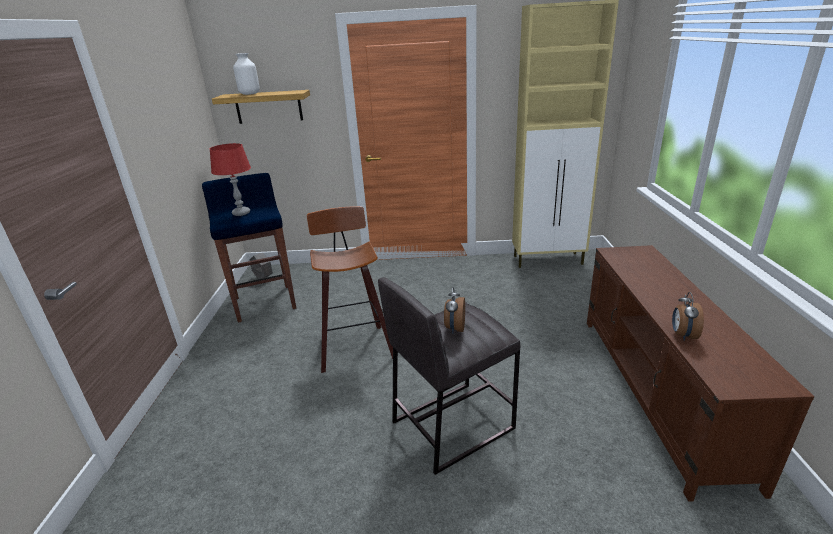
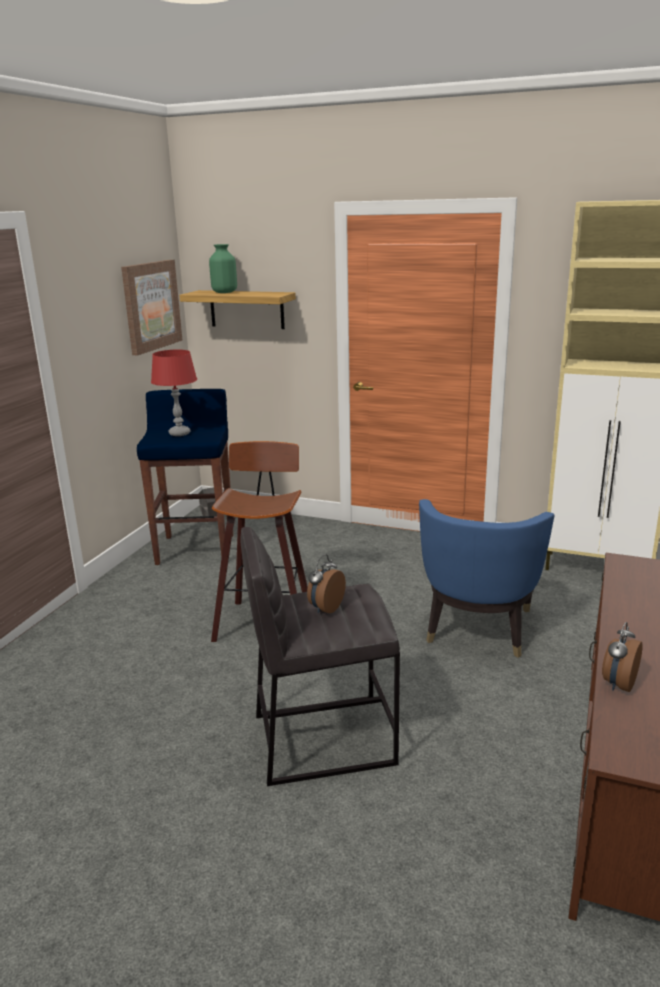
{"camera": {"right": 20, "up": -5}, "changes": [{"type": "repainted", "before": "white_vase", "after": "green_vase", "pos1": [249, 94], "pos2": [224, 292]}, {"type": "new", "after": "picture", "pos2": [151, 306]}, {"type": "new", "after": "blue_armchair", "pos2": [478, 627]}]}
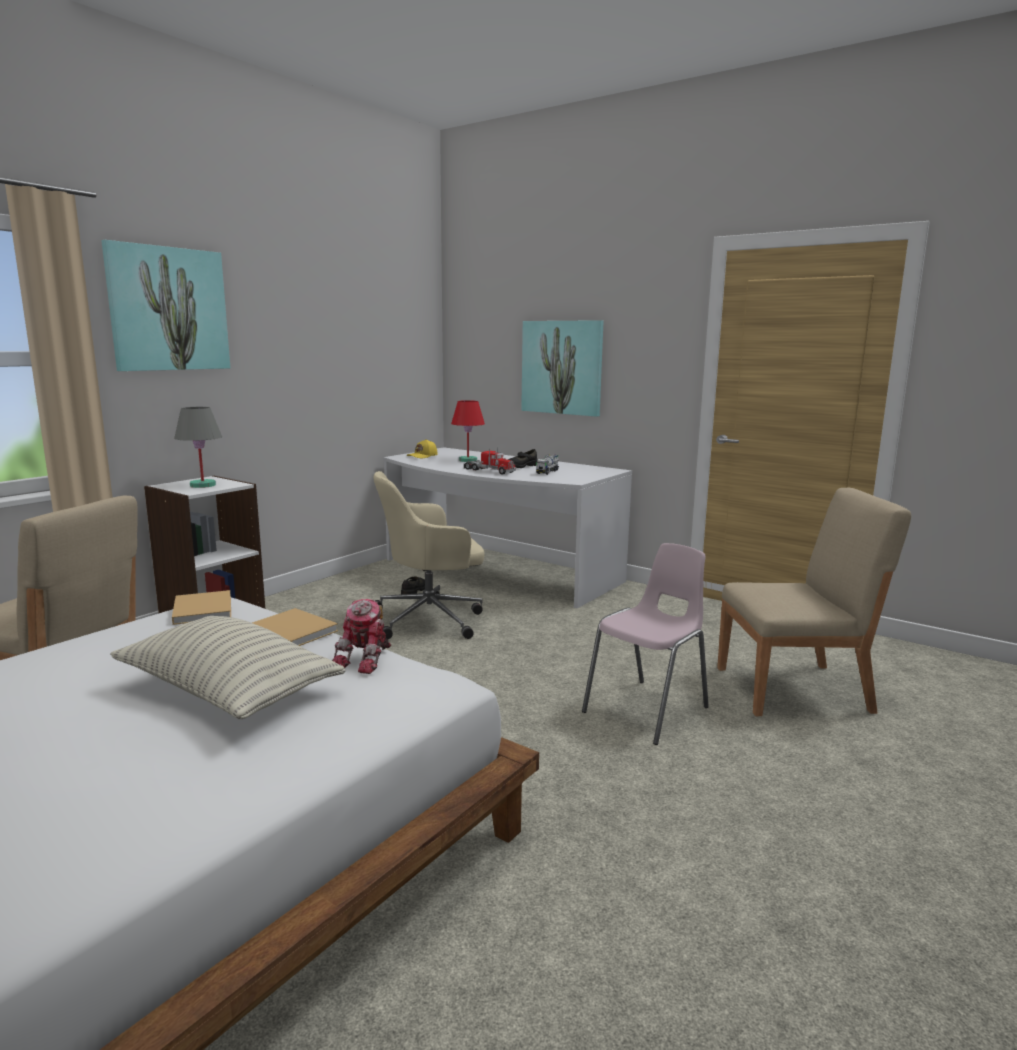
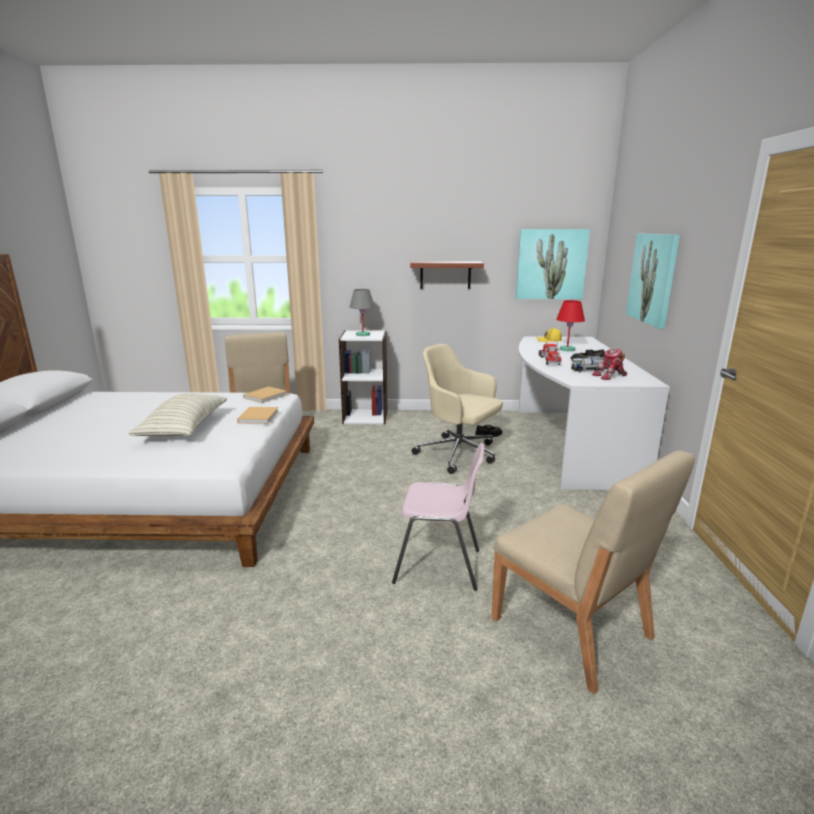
{"camera": {"right": 55, "up": 5}, "changes": [{"type": "shifted", "before": "picture", "pos1": [169, 309], "pos2": [551, 264]}, {"type": "shifted", "before": "toy_robot", "pos1": [366, 659], "pos2": [610, 376]}, {"type": "new", "after": "shelf", "pos2": [445, 275]}]}
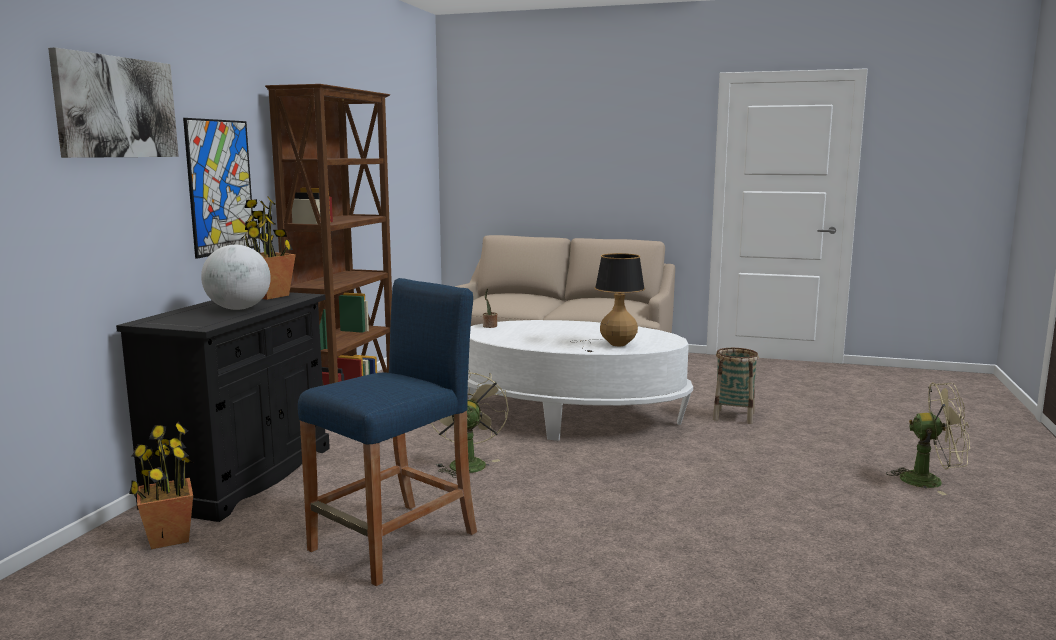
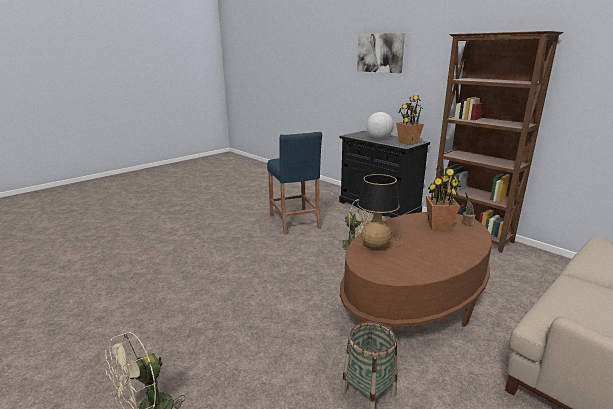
{"camera": {"right": 120, "up": 10}, "changes": [{"type": "shifted", "before": "potted_plant", "pos1": [168, 538], "pos2": [439, 226]}, {"type": "gone", "before": "picture", "pos1": [220, 187]}, {"type": "repainted", "before": "white_coffee_table", "after": "brown_coffee_table", "pos1": [570, 417], "pos2": [414, 300]}]}
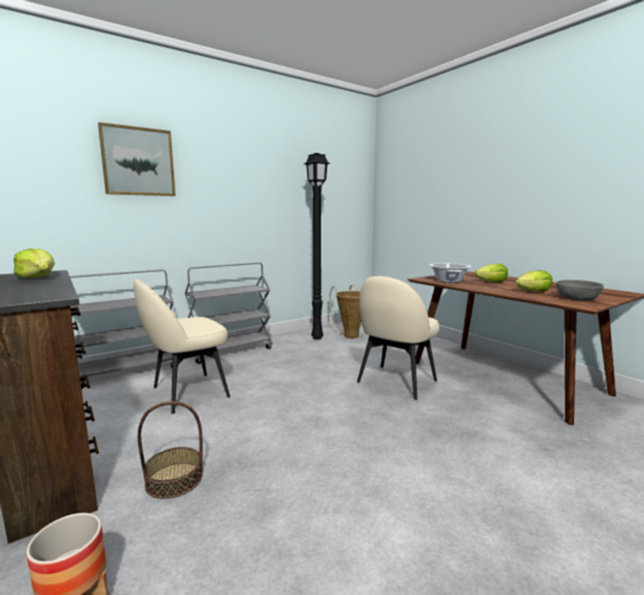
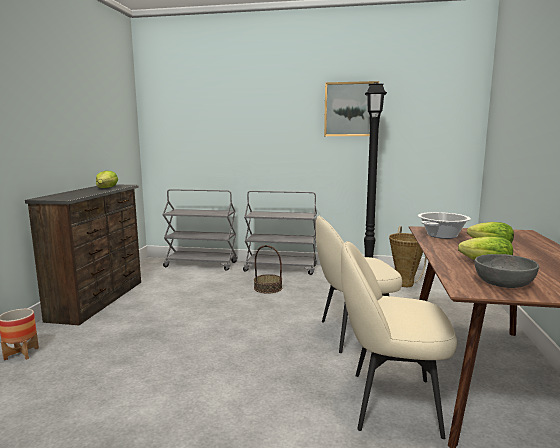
{"camera": {"right": 45, "up": 0}, "changes": [{"type": "shifted", "before": "picture", "pos1": [138, 162], "pos2": [351, 109]}, {"type": "shifted", "before": "beige_chair", "pos1": [188, 392], "pos2": [391, 402]}, {"type": "shifted", "before": "basket", "pos1": [174, 480], "pos2": [268, 288]}]}
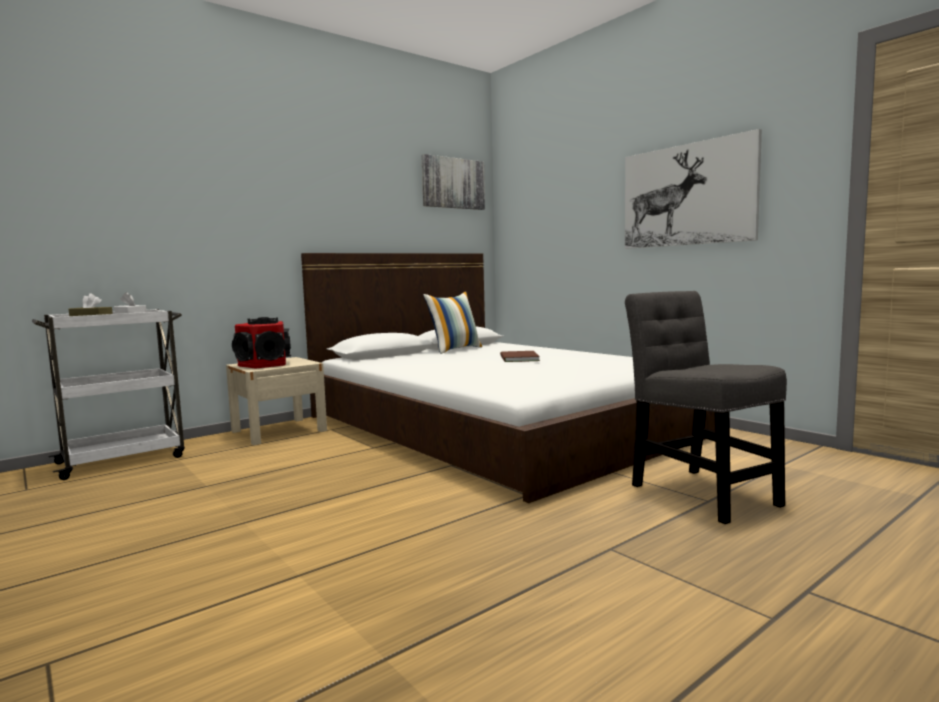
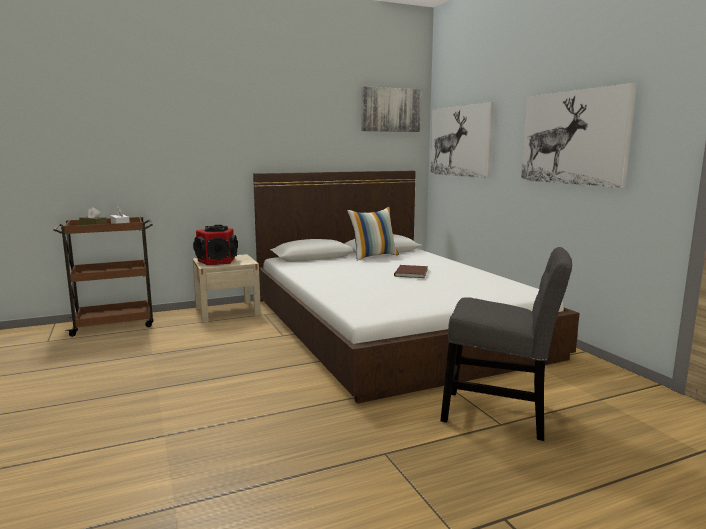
{"camera": {"right": 15, "up": 5}, "changes": [{"type": "repainted", "before": "white_cart", "after": "brown_cart", "pos1": [124, 459], "pos2": [115, 324]}, {"type": "rotated", "before": "grey_chair", "pos1": [699, 492], "pos2": [500, 415], "turn": 120}, {"type": "new", "after": "picture", "pos2": [460, 141]}]}
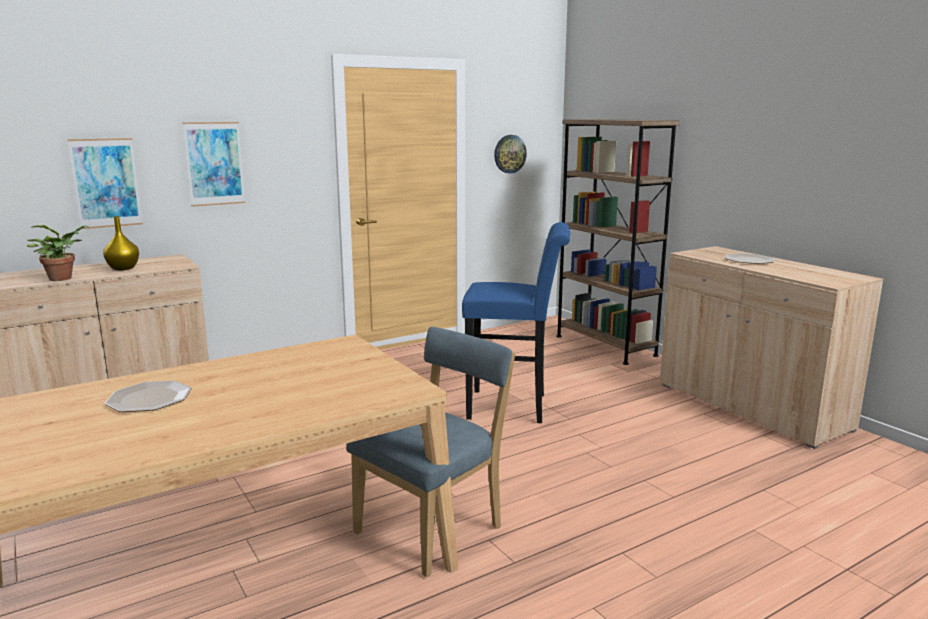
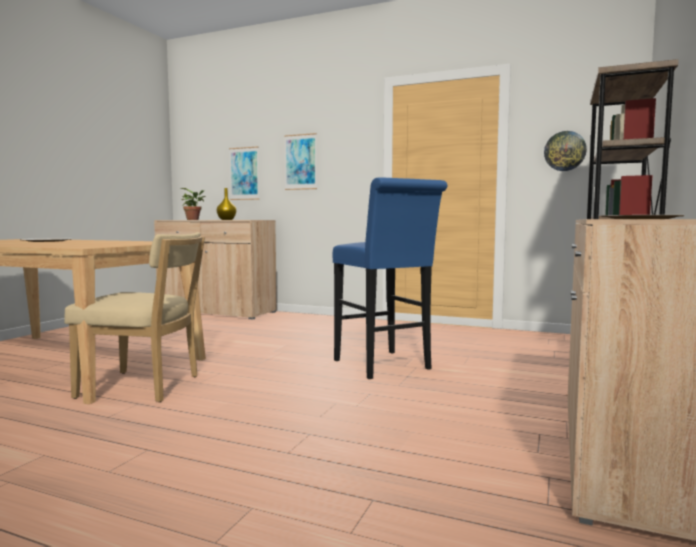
{"camera": {"right": 55, "up": -10}, "changes": [{"type": "repainted", "before": "blue_chair", "after": "beige_chair", "pos1": [434, 528], "pos2": [145, 387]}]}
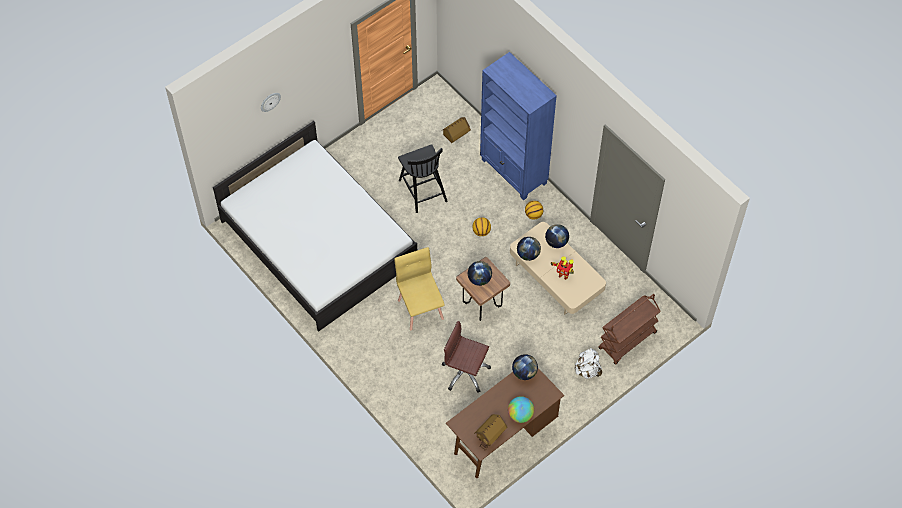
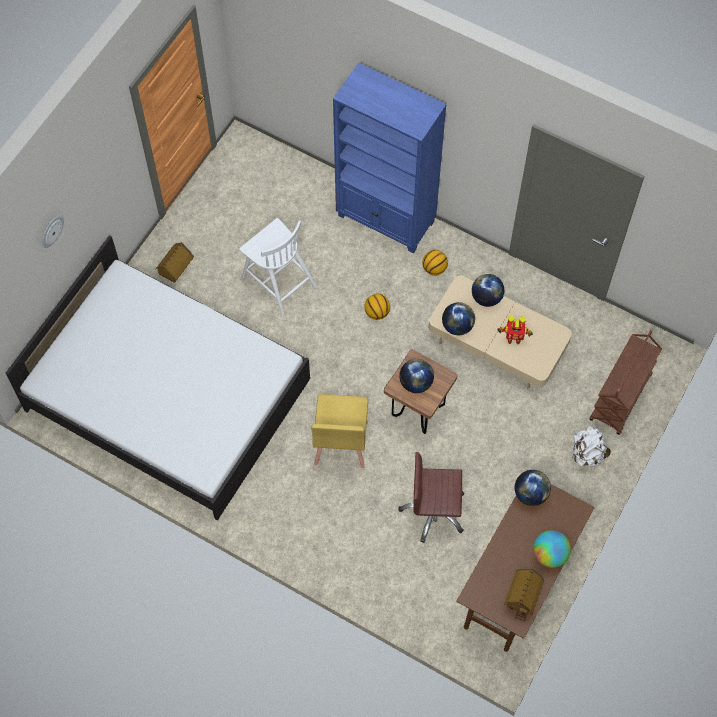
{"camera": {"right": -20, "up": 5}, "changes": [{"type": "rotated", "before": "yellow_chair", "pos1": [420, 309], "pos2": [340, 443], "turn": -135}, {"type": "repainted", "before": "black_chair", "after": "white_chair", "pos1": [422, 190], "pos2": [278, 280]}, {"type": "shifted", "before": "toy_house", "pos1": [456, 135], "pos2": [176, 269]}]}
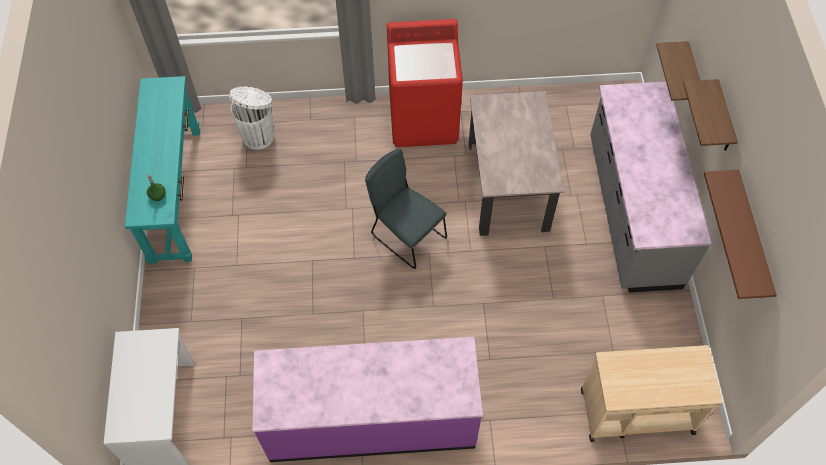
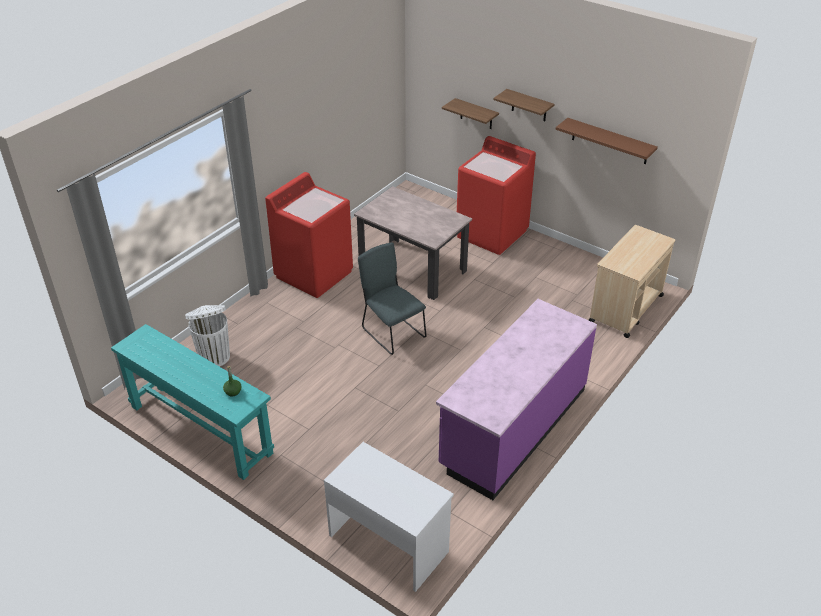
{"camera": {"right": -50, "up": -20}, "changes": [{"type": "rotated", "before": "grey_chair", "pos1": [406, 234], "pos2": [391, 331], "turn": 60}, {"type": "swapped", "before": "grey_counter", "after": "red_washing_machine", "pos1": [631, 211], "pos2": [492, 234]}]}
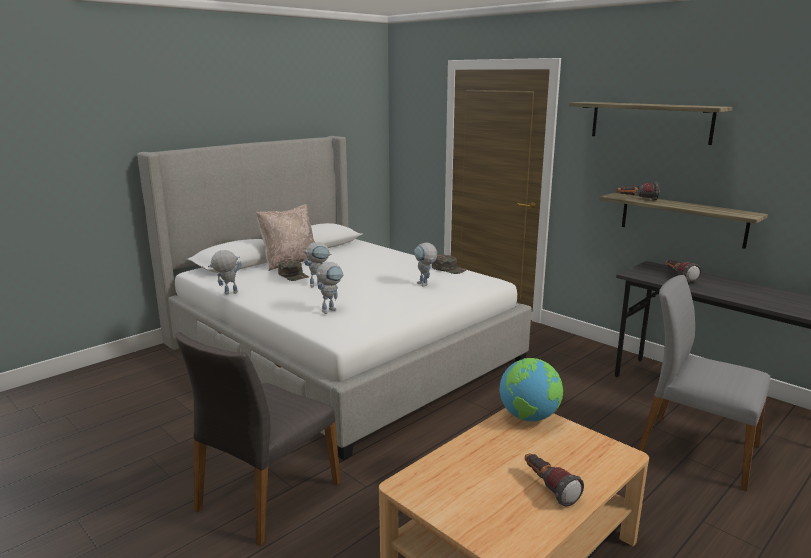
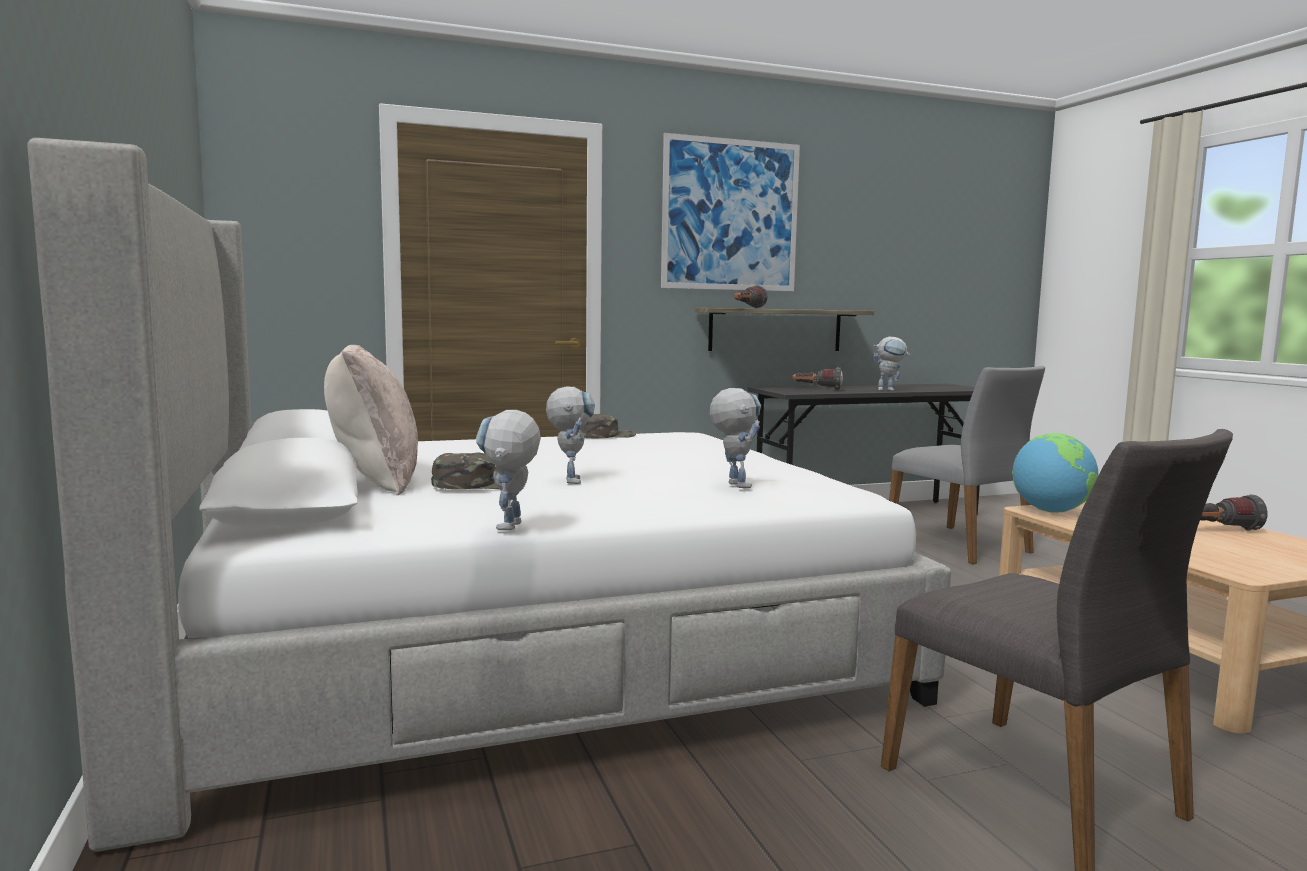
{"camera": {"right": -65, "up": -10}, "changes": [{"type": "shifted", "before": "toy_robot", "pos1": [425, 285], "pos2": [889, 390]}, {"type": "swapped", "before": "shelf", "after": "picture", "pos1": [650, 122], "pos2": [730, 215]}, {"type": "rotated", "before": "grey_chair", "pos1": [696, 449], "pos2": [960, 545], "turn": -90}]}
